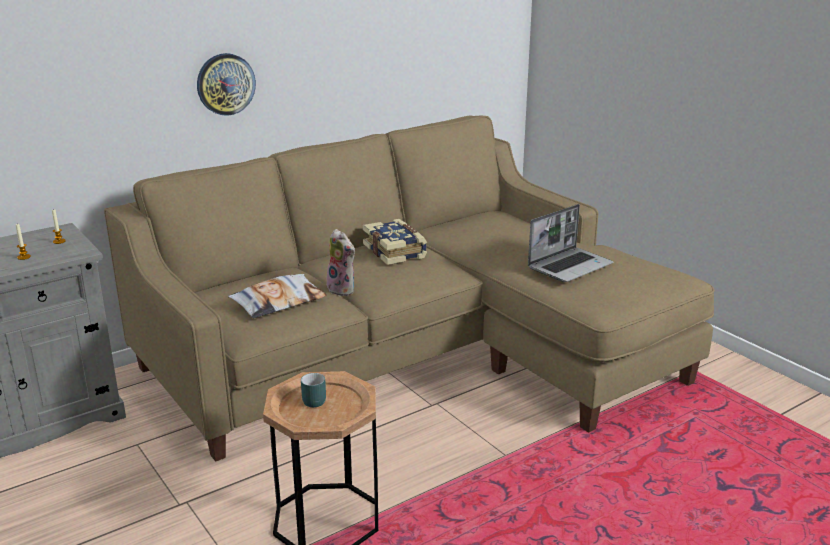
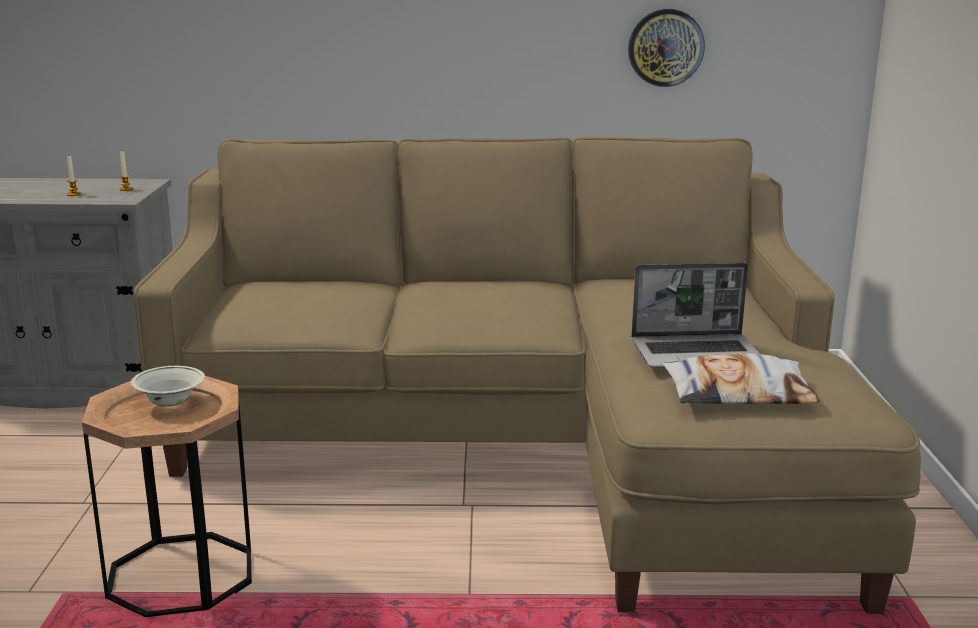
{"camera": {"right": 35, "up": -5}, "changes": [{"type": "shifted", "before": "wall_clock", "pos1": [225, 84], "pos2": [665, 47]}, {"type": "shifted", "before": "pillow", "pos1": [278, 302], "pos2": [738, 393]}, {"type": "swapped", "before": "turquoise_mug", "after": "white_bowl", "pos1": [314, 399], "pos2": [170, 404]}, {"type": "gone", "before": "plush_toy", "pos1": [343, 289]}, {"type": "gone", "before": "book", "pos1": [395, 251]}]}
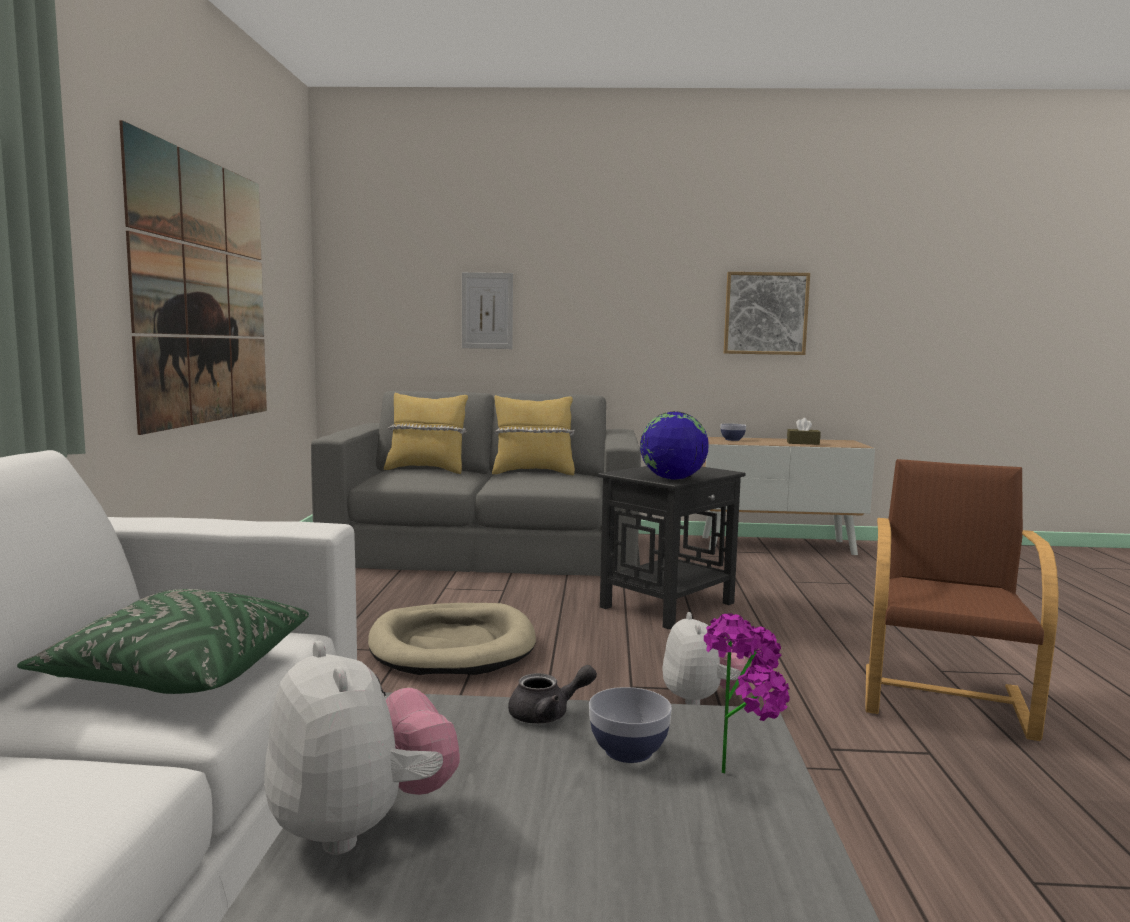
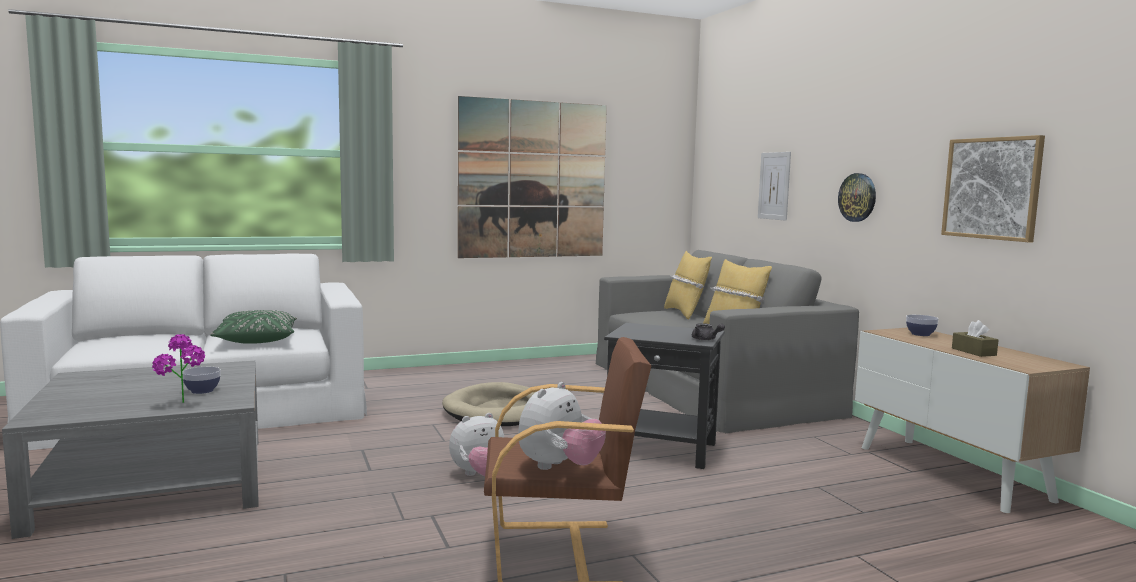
{"camera": {"right": 65, "up": 0}, "changes": [{"type": "shifted", "before": "plush_toy", "pos1": [360, 826], "pos2": [559, 467]}, {"type": "shifted", "before": "grey_teapot", "pos1": [548, 714], "pos2": [706, 339]}, {"type": "gone", "before": "globe", "pos1": [672, 479]}, {"type": "new", "after": "wall_clock", "pos2": [857, 197]}]}
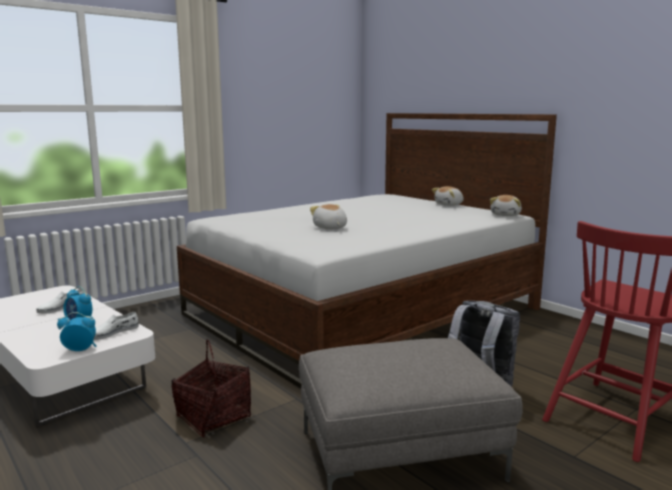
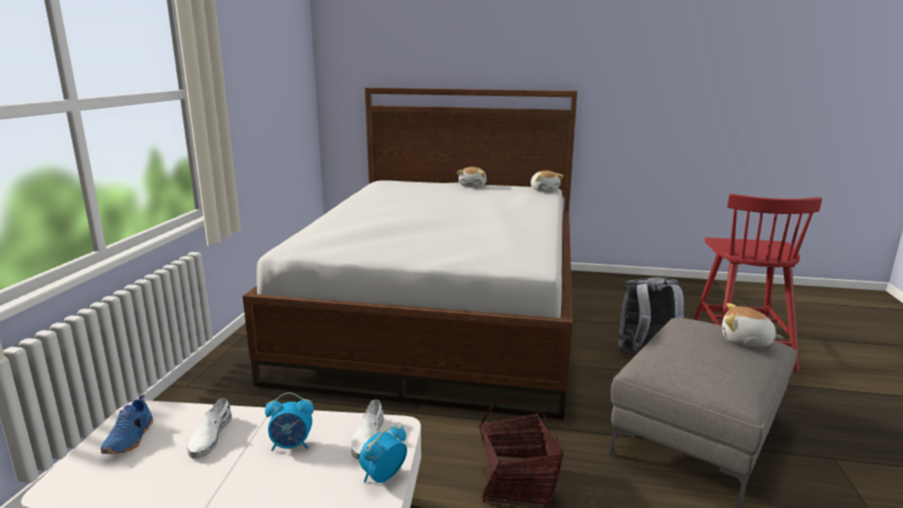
{"camera": {"right": -40, "up": 5}, "changes": [{"type": "shifted", "before": "plush_toy", "pos1": [330, 228], "pos2": [746, 341]}, {"type": "new", "after": "blue_shoe", "pos2": [131, 439]}]}
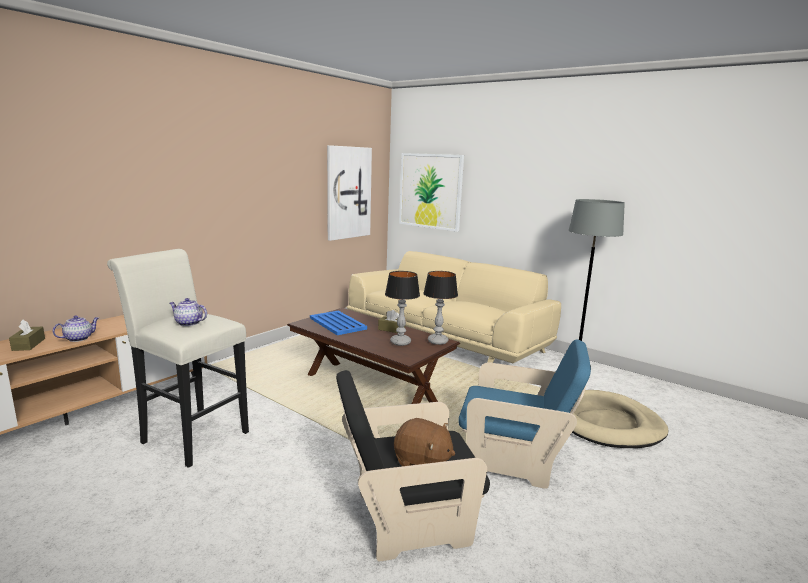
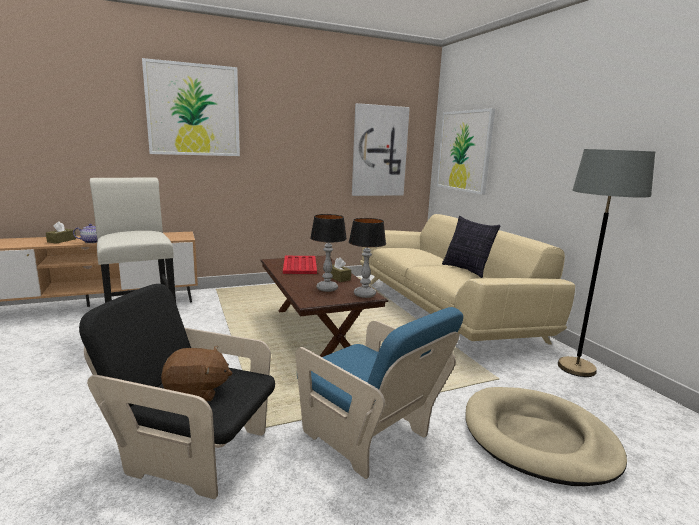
{"camera": {"right": 30, "up": 0}, "changes": [{"type": "gone", "before": "teapot", "pos1": [188, 323]}, {"type": "repainted", "before": "blue_tray", "after": "red_tray", "pos1": [337, 323], "pos2": [299, 265]}, {"type": "rotated", "before": "brown_plush_toy", "pos1": [422, 461], "pos2": [196, 392], "turn": -60}, {"type": "new", "after": "picture", "pos2": [193, 110]}, {"type": "new", "after": "pillow", "pos2": [466, 270]}]}
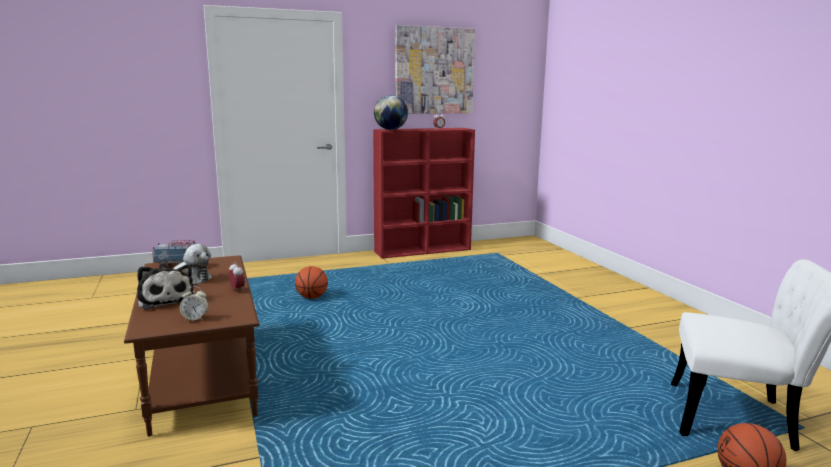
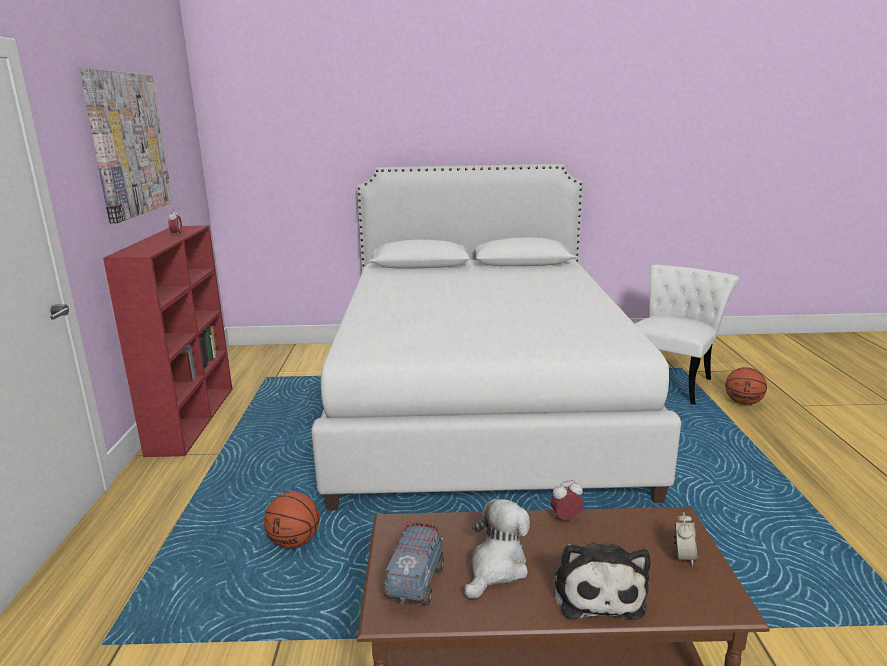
{"camera": {"right": -70, "up": 5}, "changes": [{"type": "rotated", "before": "plush_toy", "pos1": [165, 299], "pos2": [597, 591], "turn": 105}, {"type": "gone", "before": "globe", "pos1": [390, 129]}, {"type": "new", "after": "white_bed", "pos2": [479, 404]}]}
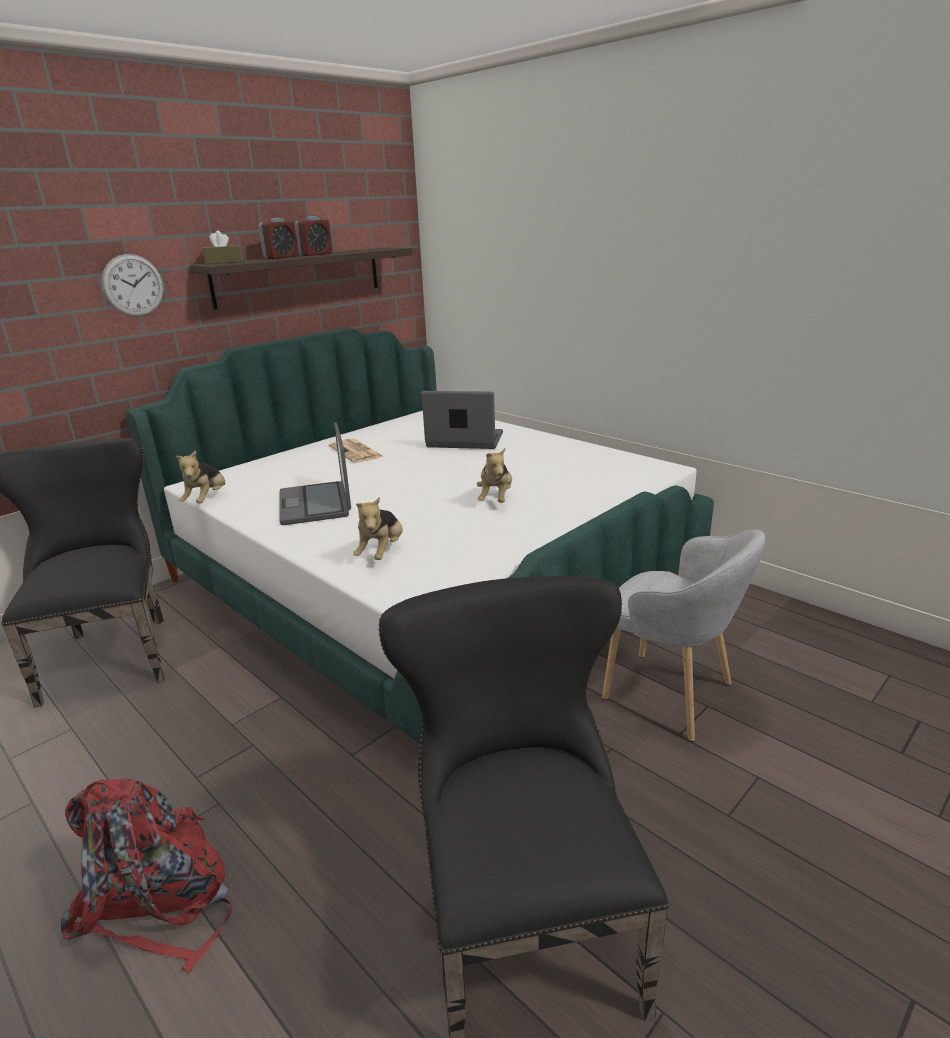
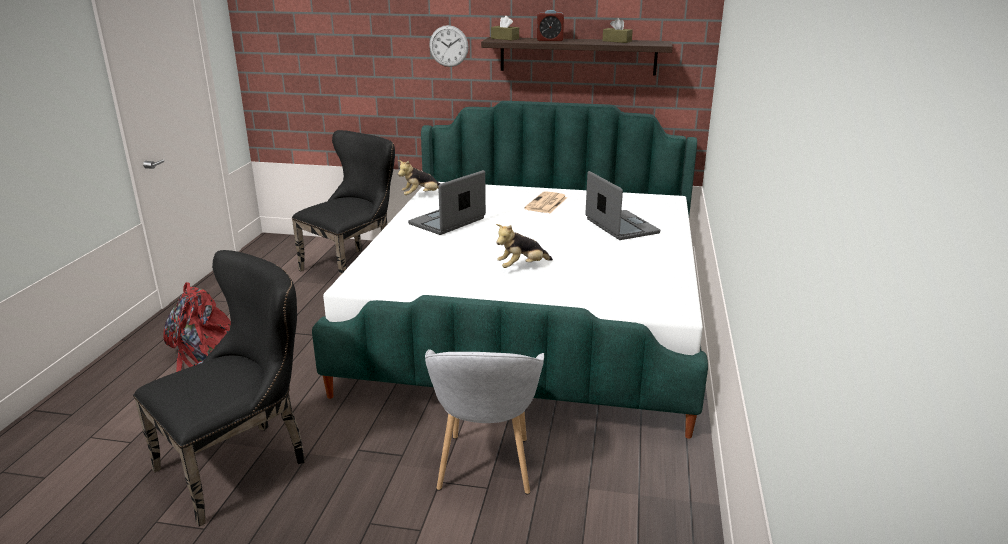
{"camera": {"right": 55, "up": 0}, "changes": [{"type": "gone", "before": "alarm_clock", "pos1": [316, 254]}, {"type": "gone", "before": "plush_toy", "pos1": [381, 552]}, {"type": "new", "after": "brown_tissue_box", "pos2": [617, 41]}]}
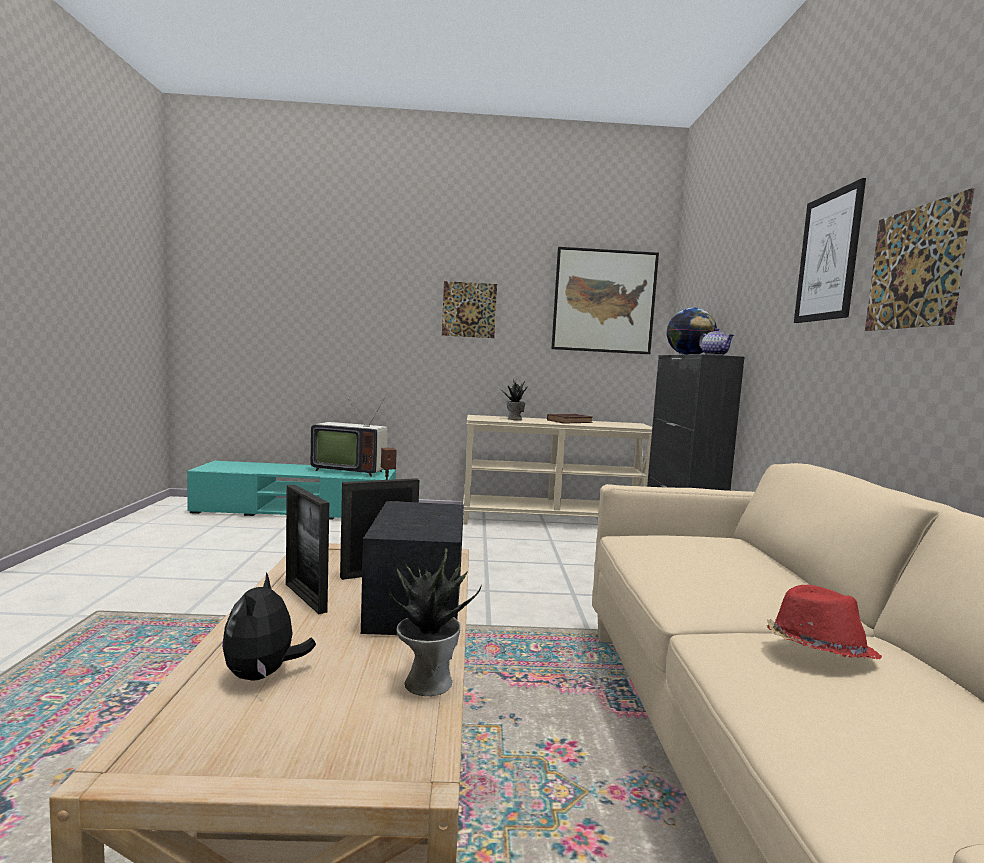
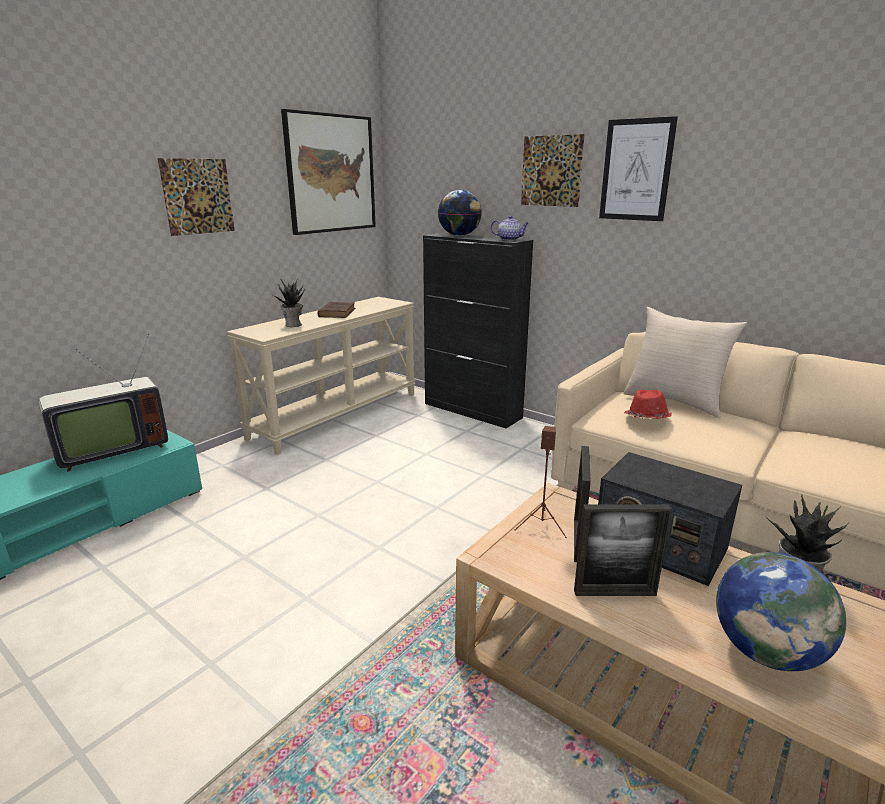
{"camera": {"right": -50, "up": 15}, "changes": [{"type": "swapped", "before": "plush_toy", "after": "globe", "pos1": [263, 675], "pos2": [766, 652]}, {"type": "shifted", "before": "red_hat", "pos1": [817, 650], "pos2": [646, 418]}, {"type": "shifted", "before": "picture", "pos1": [914, 267], "pos2": [551, 171]}, {"type": "new", "after": "beige_pillow", "pos2": [674, 401]}]}
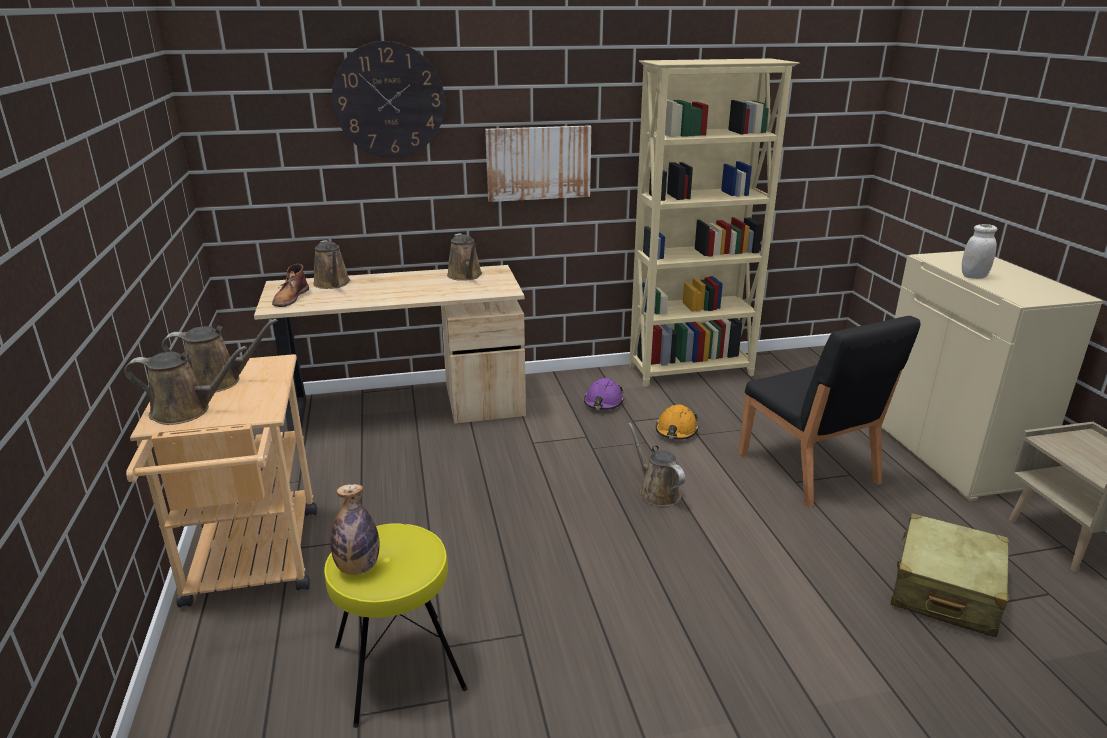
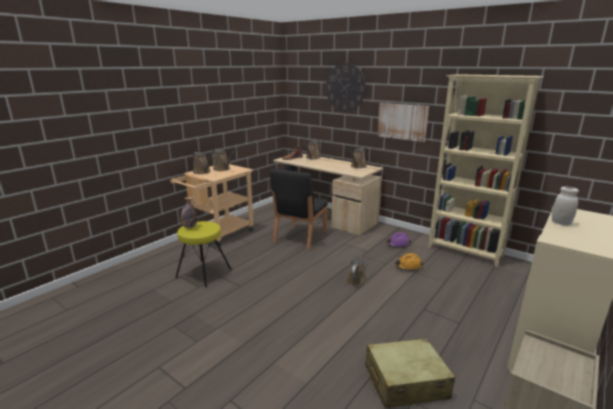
{"camera": {"right": 50, "up": -5}, "changes": [{"type": "shifted", "before": "black_chair", "pos1": [808, 469], "pos2": [299, 237]}]}
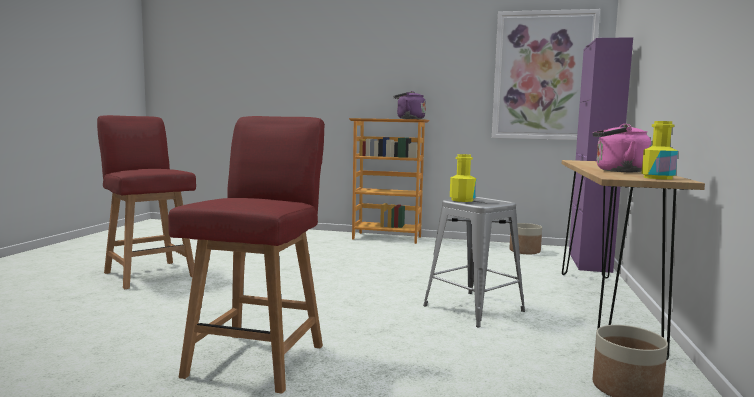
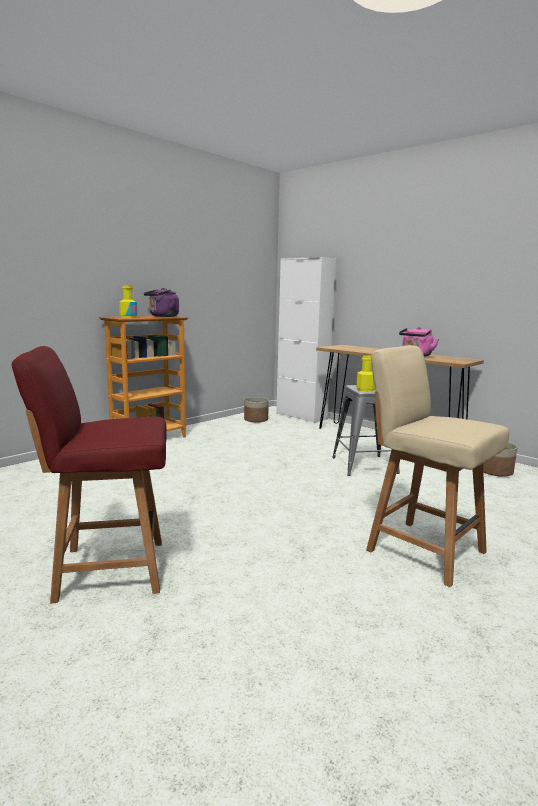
{"camera": {"right": -60, "up": 5}, "changes": [{"type": "repainted", "before": "red_chair", "after": "beige_chair", "pos1": [258, 359], "pos2": [423, 549]}, {"type": "gone", "before": "picture", "pos1": [543, 76]}, {"type": "repainted", "before": "purple_cabinet", "after": "white_cabinet", "pos1": [589, 262], "pos2": [301, 416]}, {"type": "shifted", "before": "yellow_bottle", "pos1": [657, 178], "pos2": [128, 317]}]}
